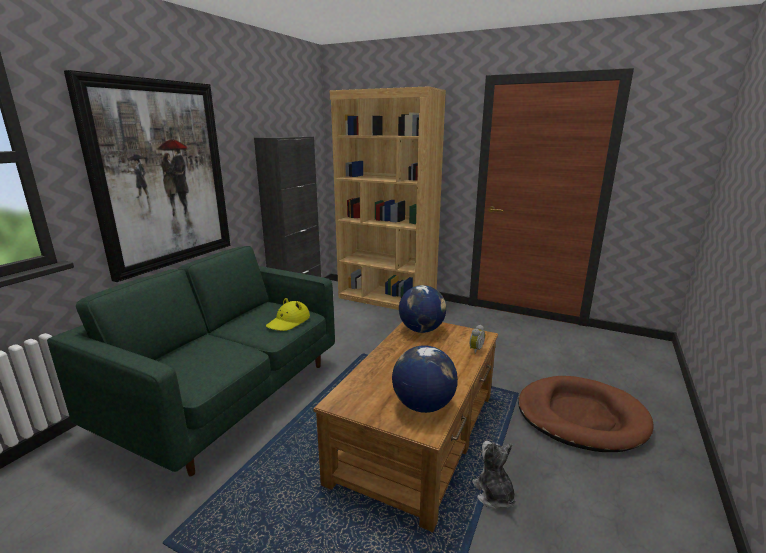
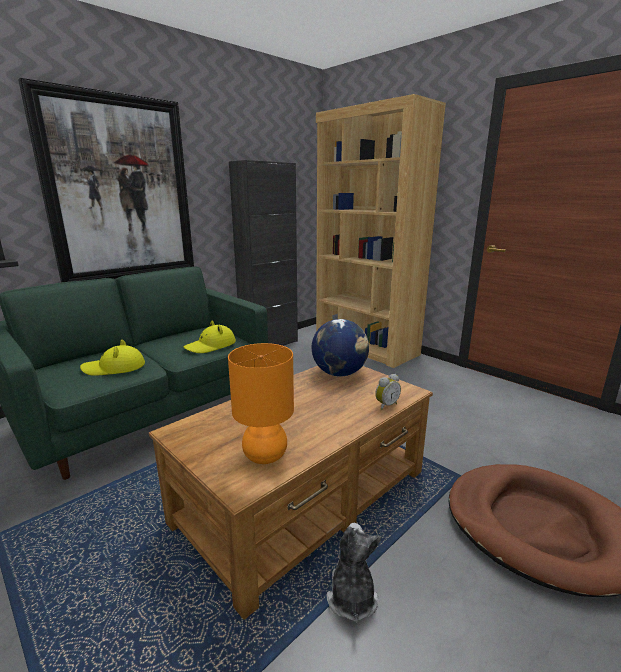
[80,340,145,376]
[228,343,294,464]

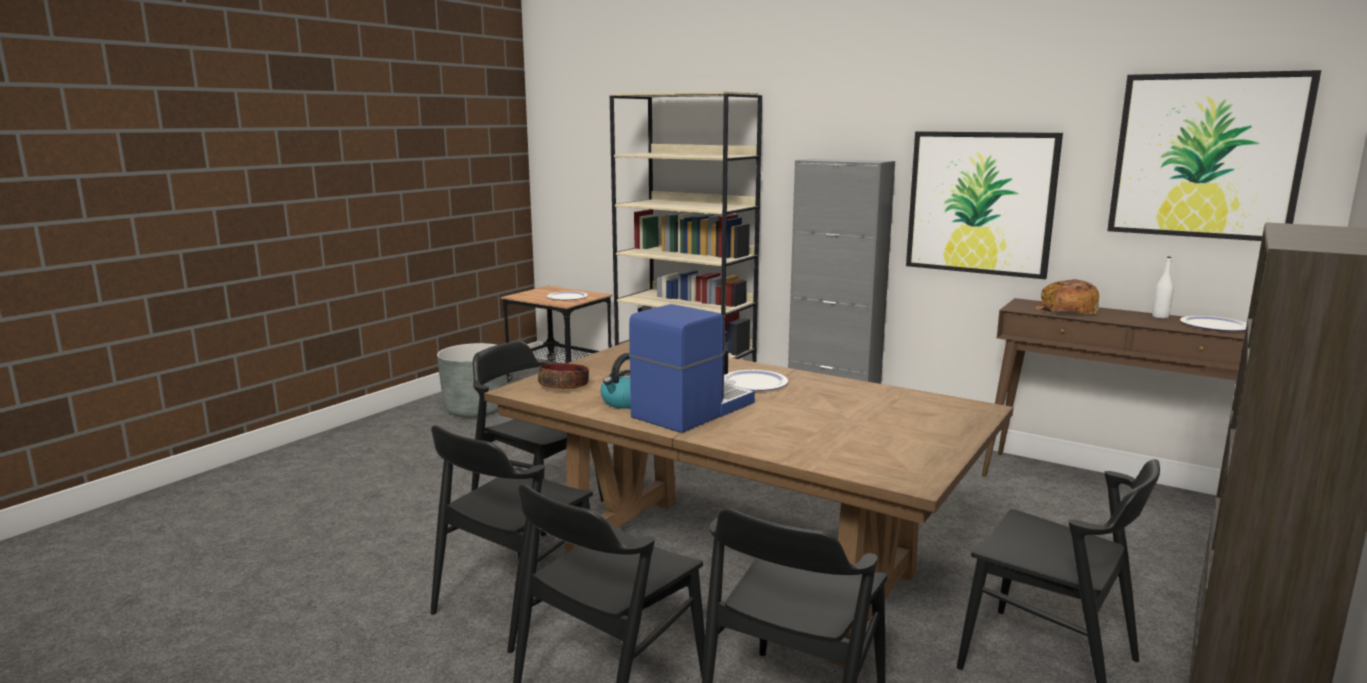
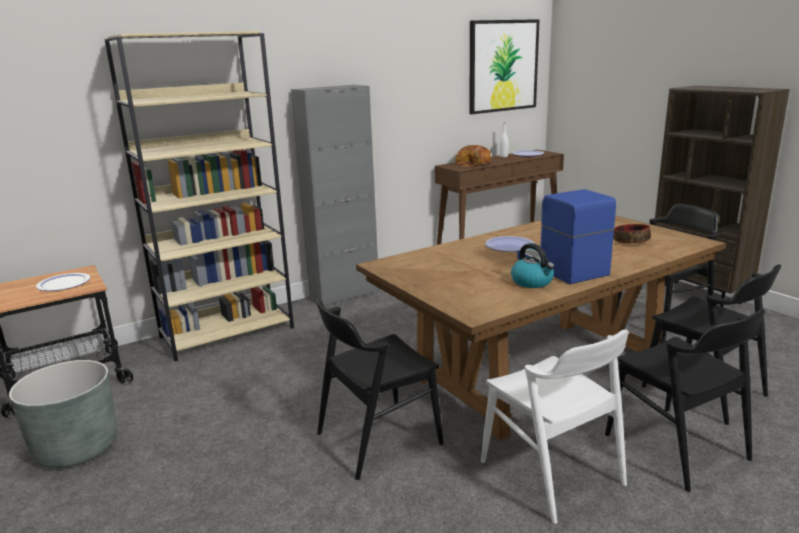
[906,131,1063,279] (first image)
[613,224,651,244]
[481,330,629,524]

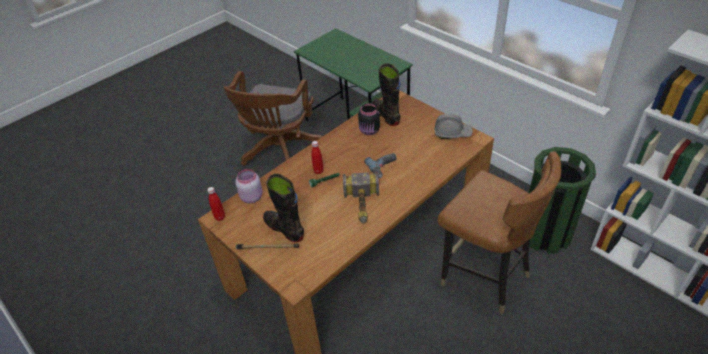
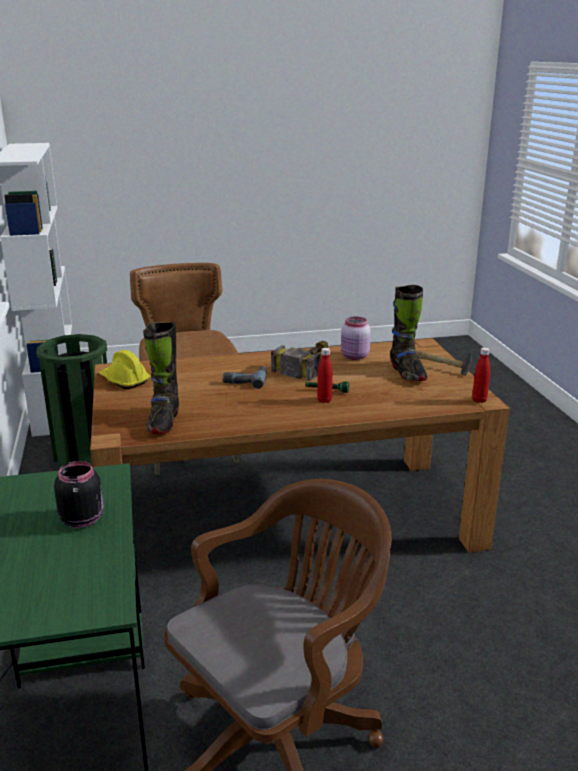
[341,317,371,360]
[54,461,103,528]
[99,350,150,390]

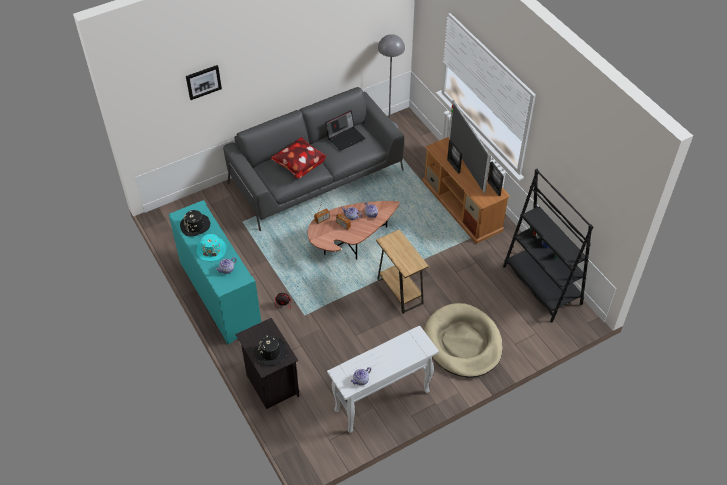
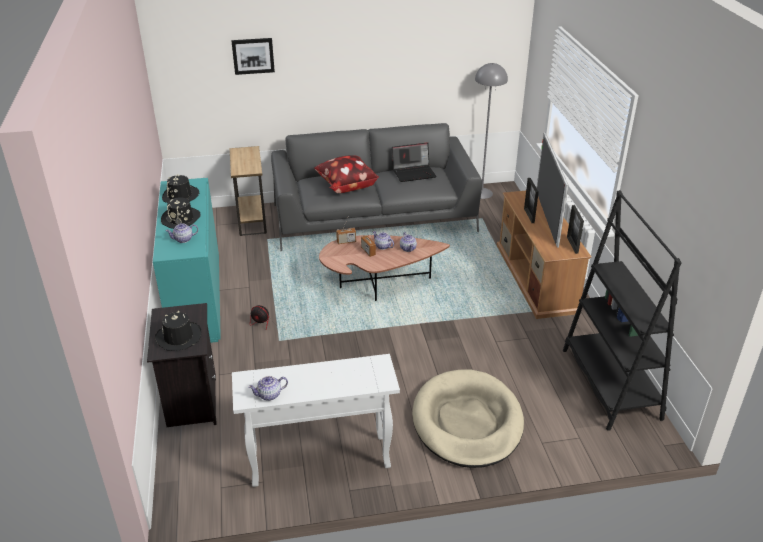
[230,146,267,236]
[161,198,201,229]

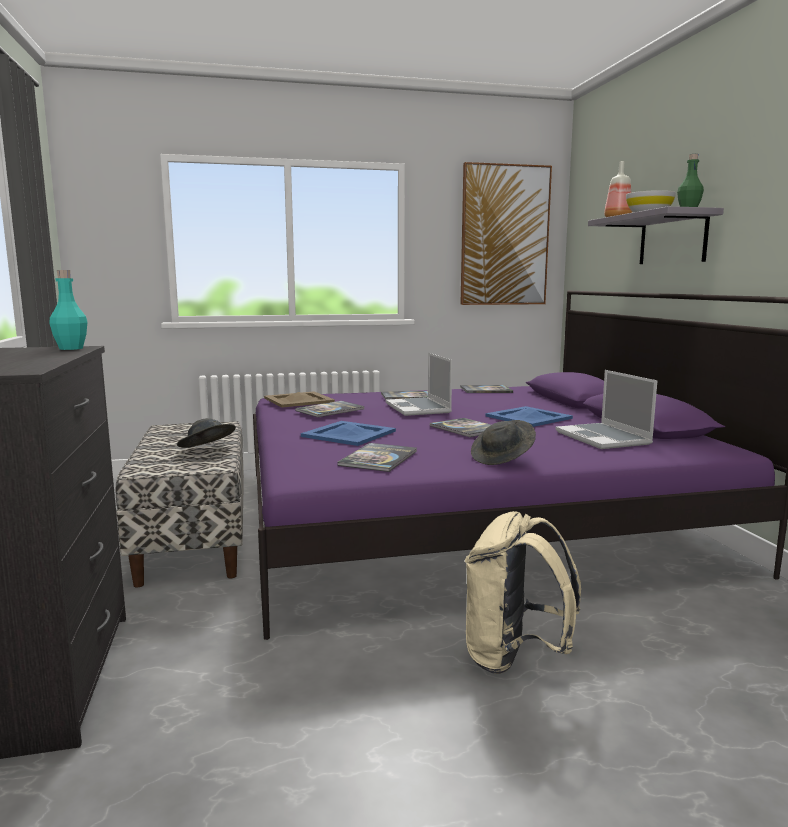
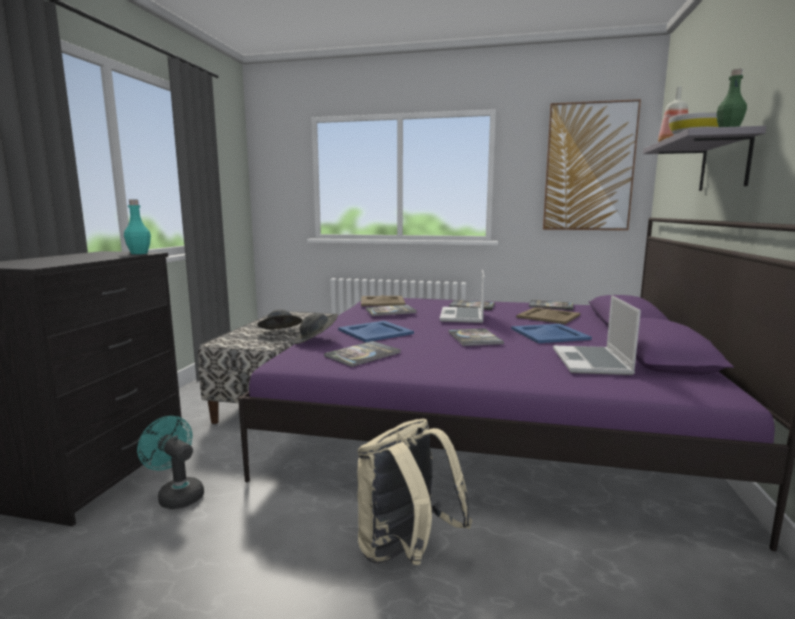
[137,416,204,509]
[516,307,580,324]
[294,313,338,344]

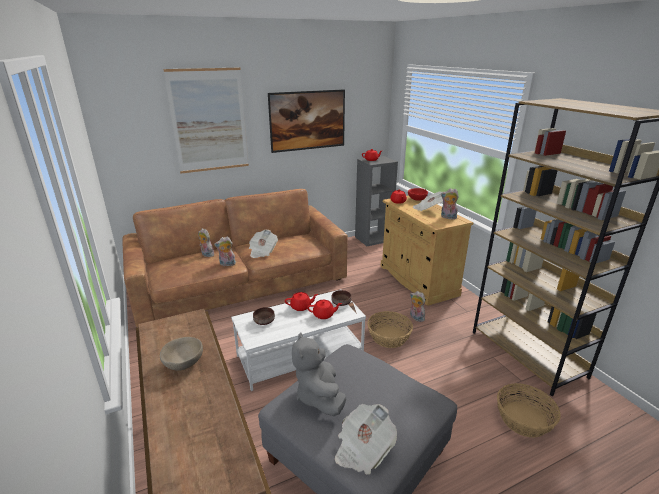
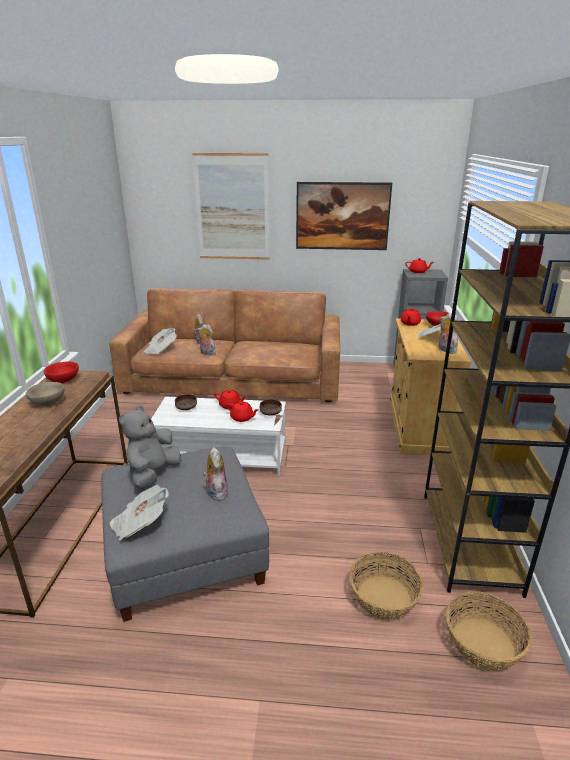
[44,362,79,383]
[144,328,177,354]
[446,591,532,671]
[203,447,228,501]

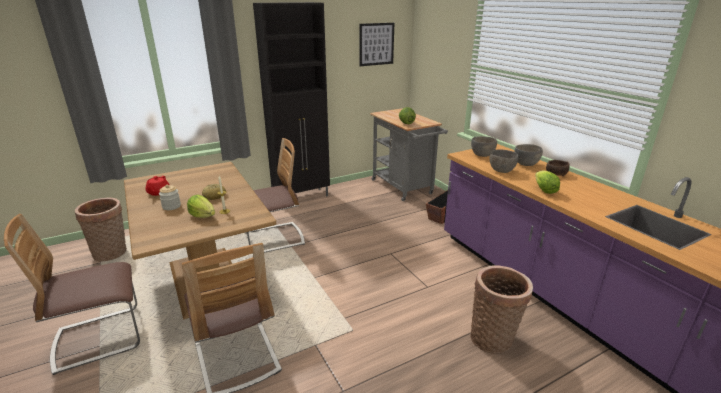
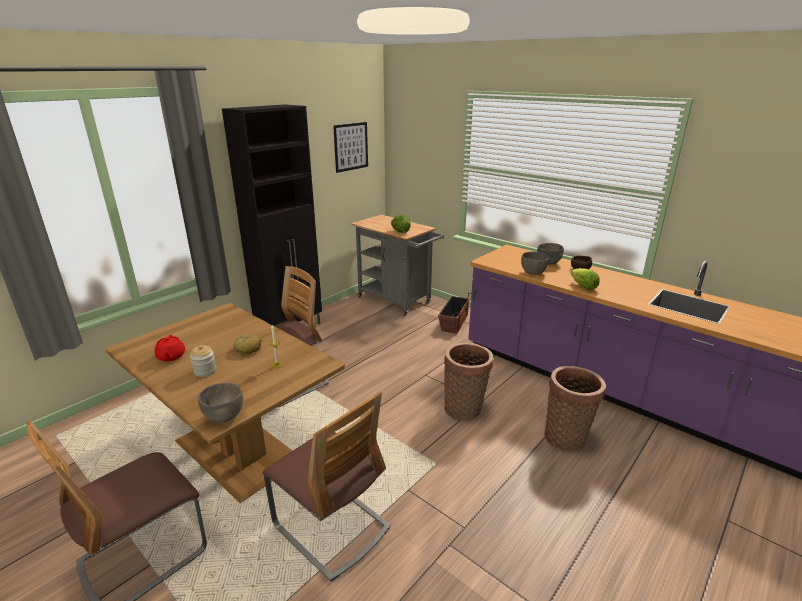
[187,195,215,218] (first image)
[444,342,493,421]
[198,382,243,422]

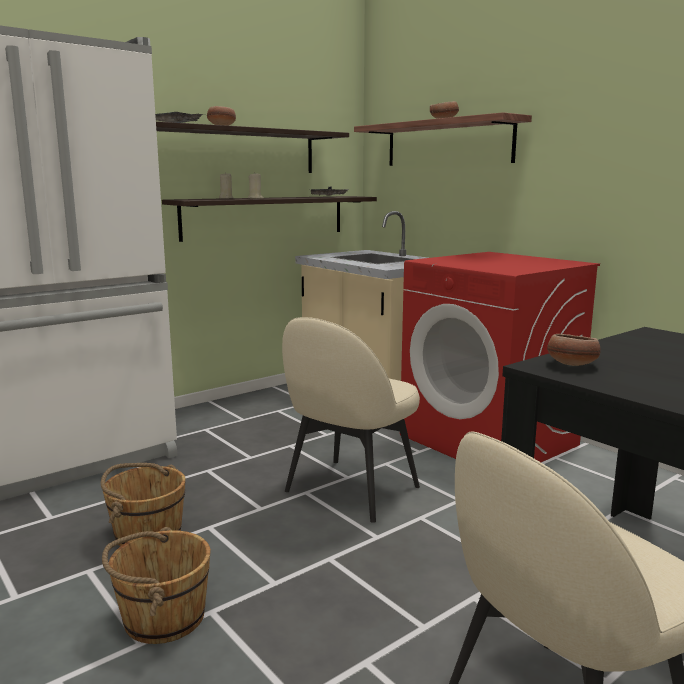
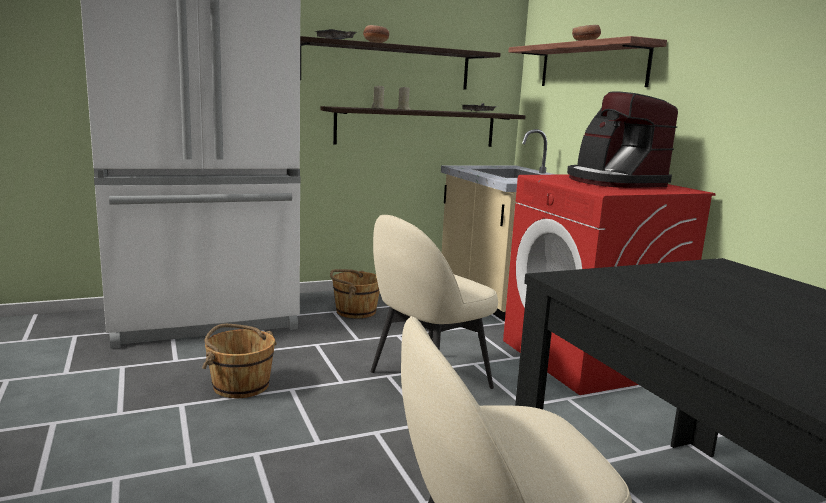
[547,334,600,366] (first image)
[567,91,678,188]
[330,269,380,318]

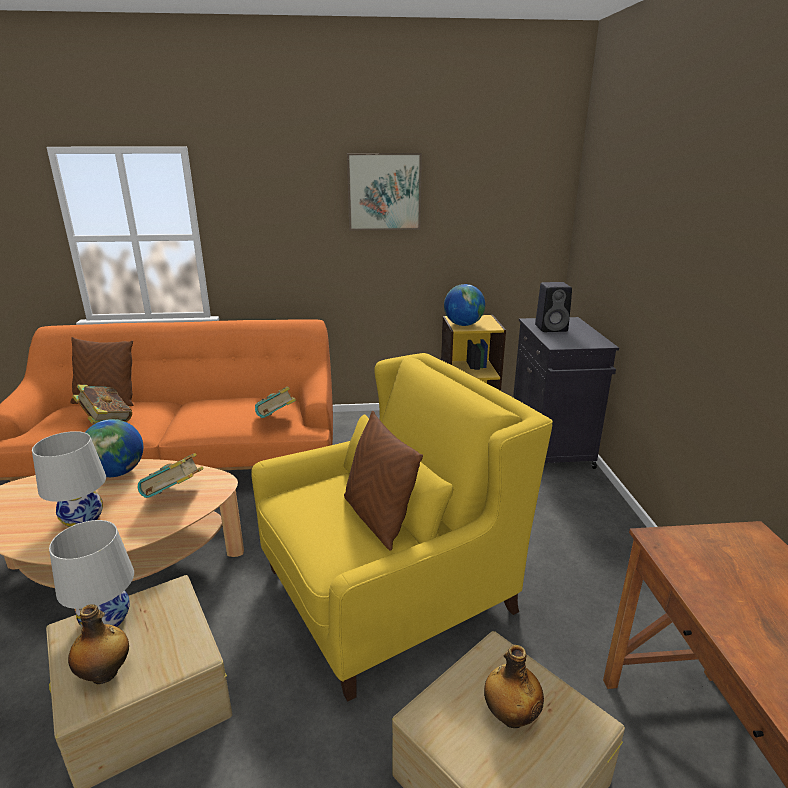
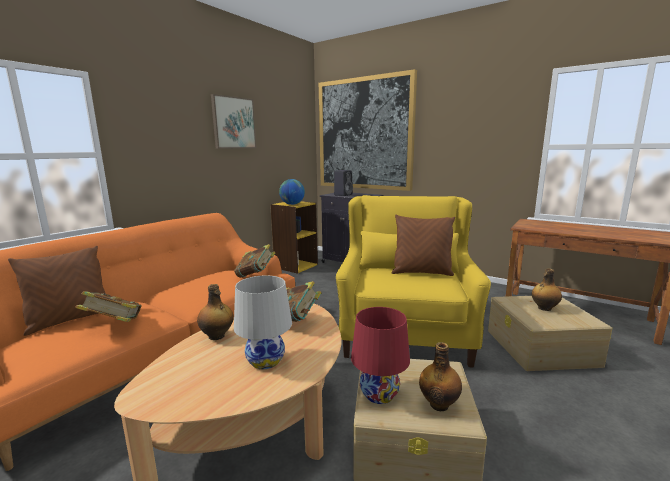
[319,69,417,191]
[197,284,234,340]
[351,307,410,404]

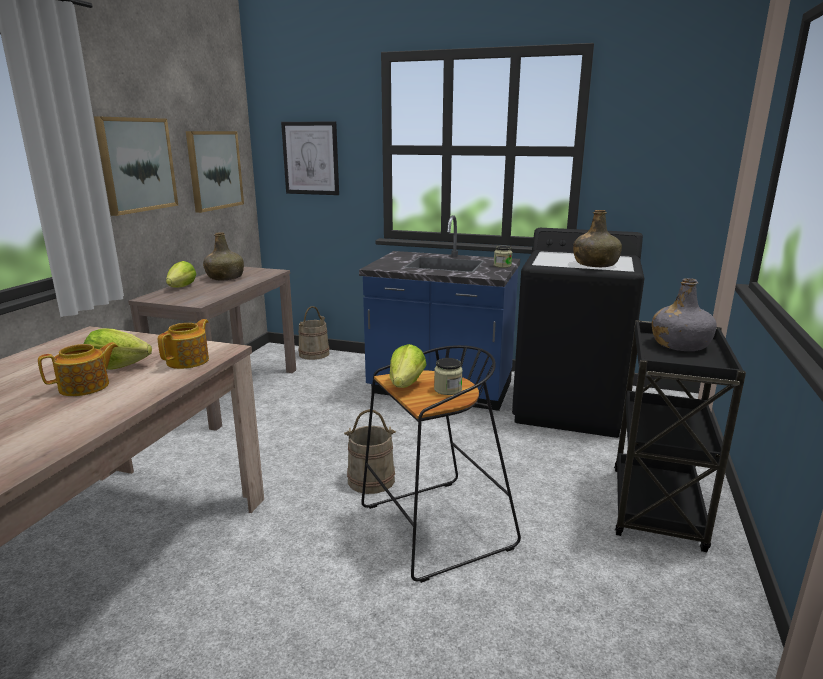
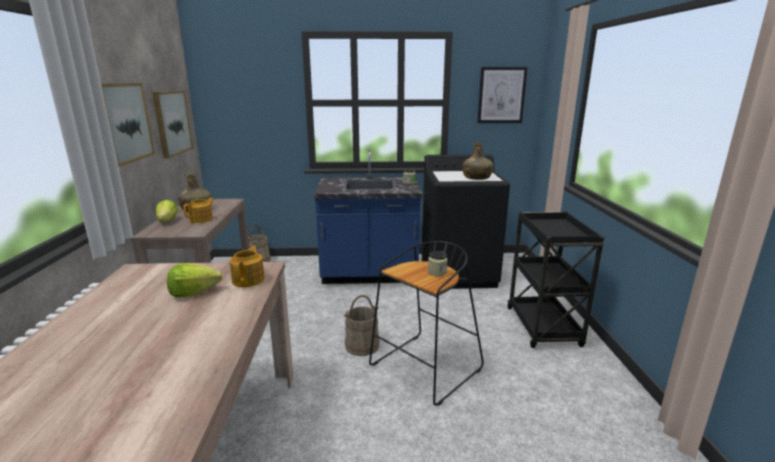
[390,344,426,388] (first image)
[652,278,717,351] (first image)
[183,198,214,223]
[477,67,528,123]

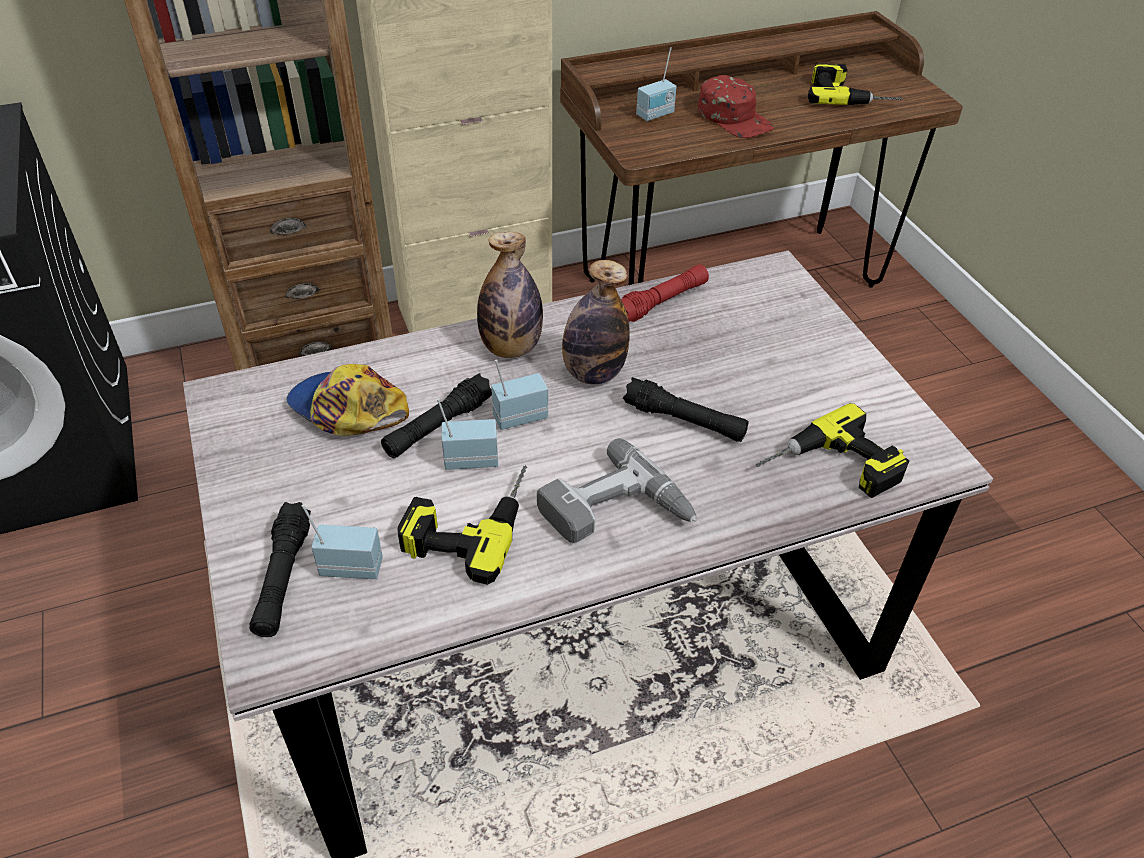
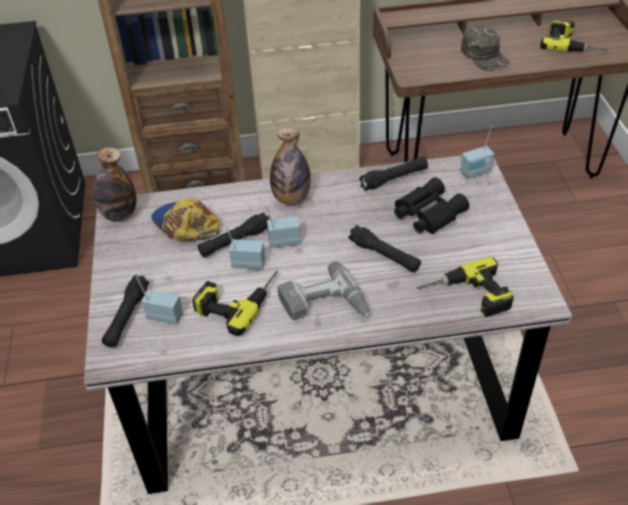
[394,177,469,234]
[94,147,137,221]
[460,125,494,179]
[359,156,428,191]
[461,26,510,71]

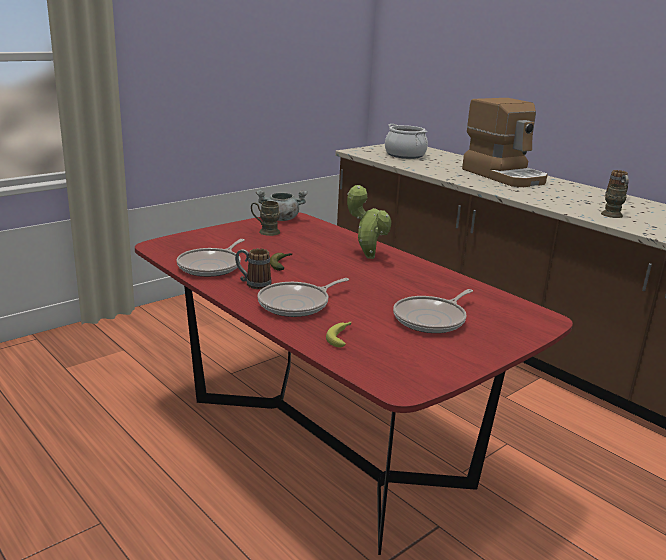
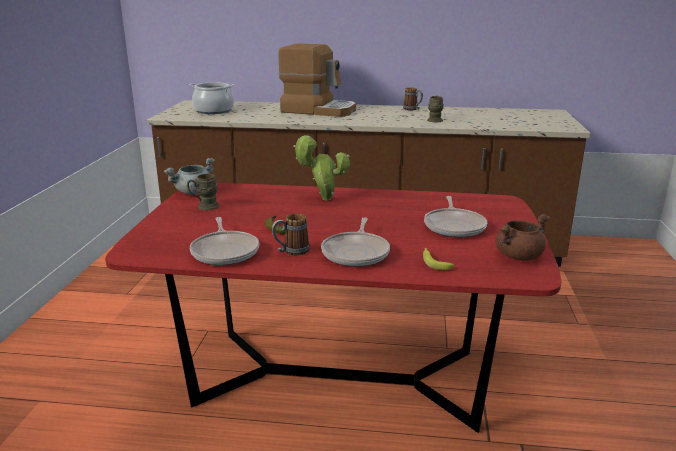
[495,214,550,261]

